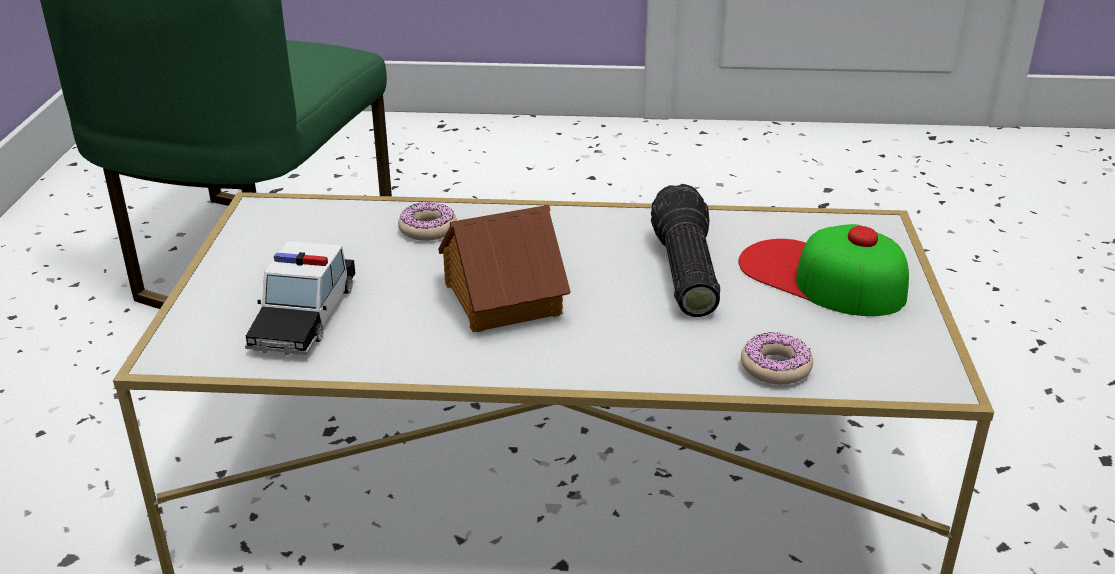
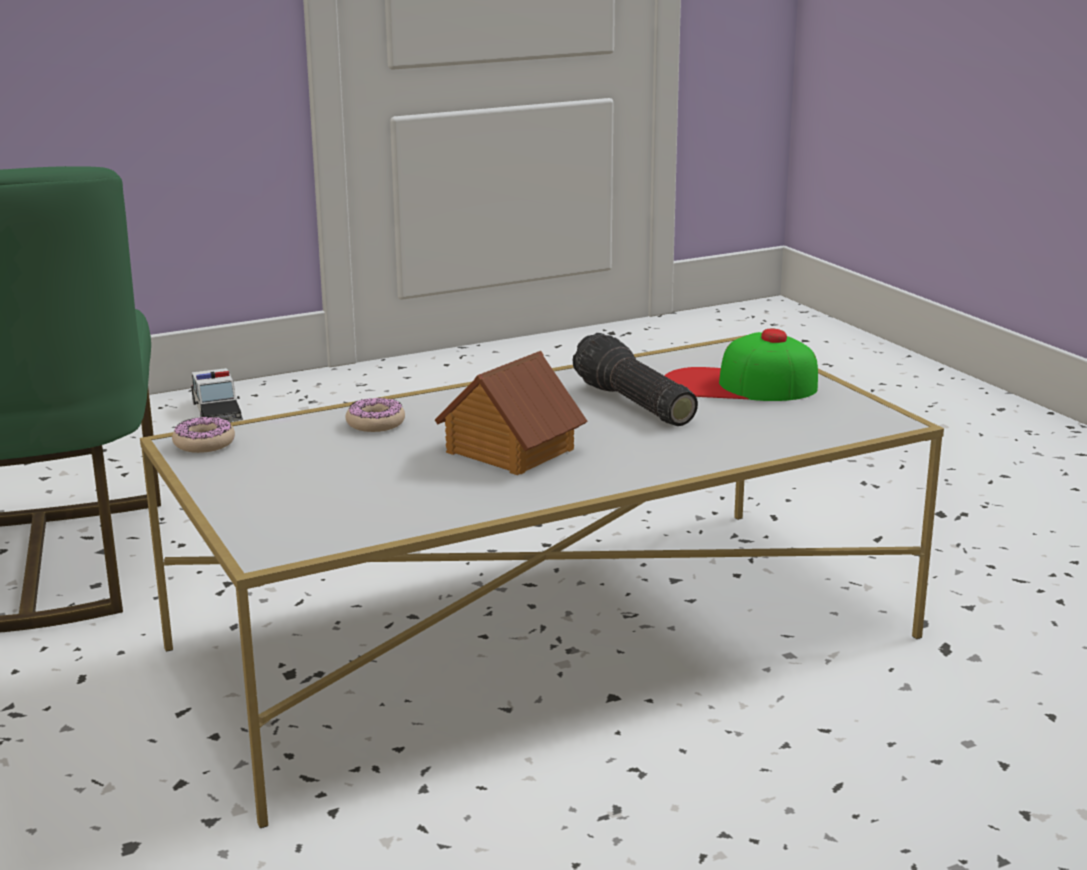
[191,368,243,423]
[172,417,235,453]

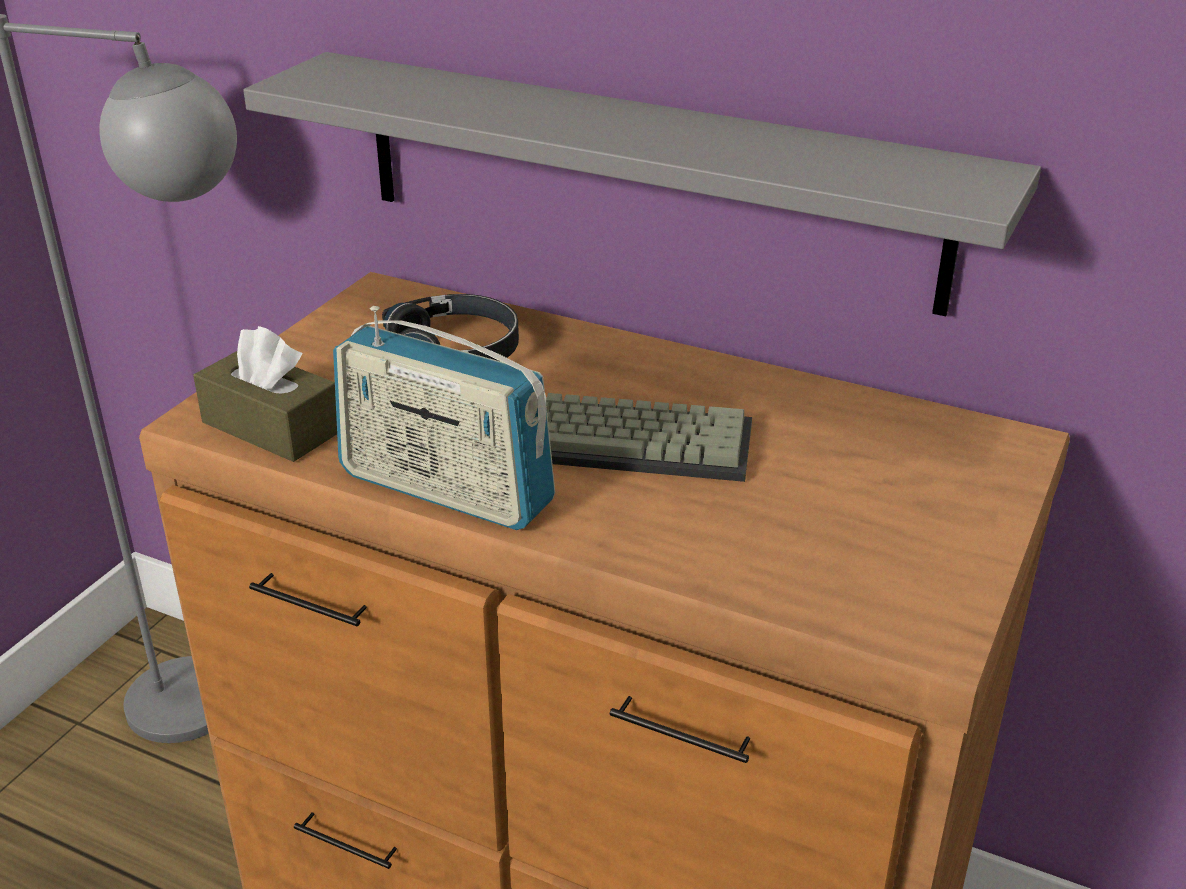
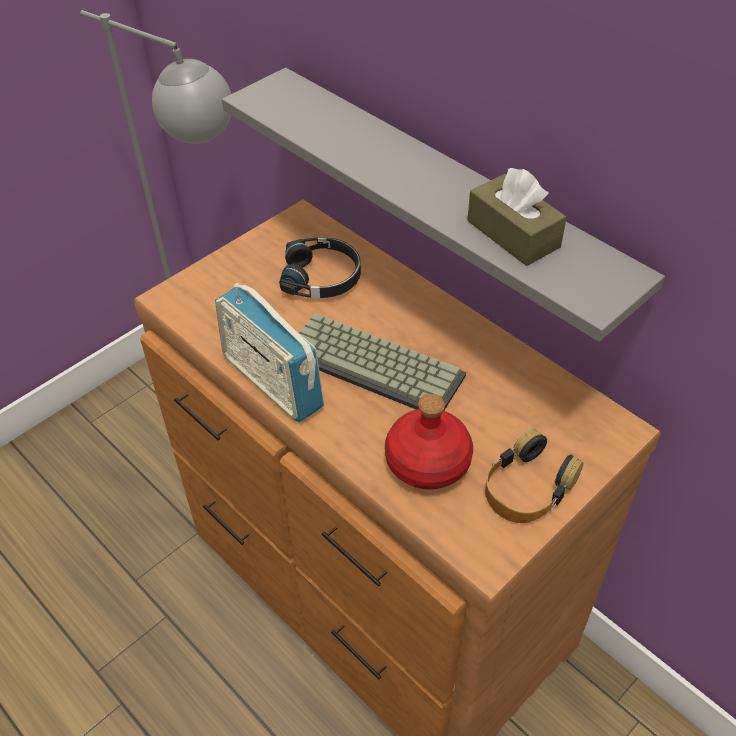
[385,394,473,490]
[485,429,584,523]
[467,168,567,266]

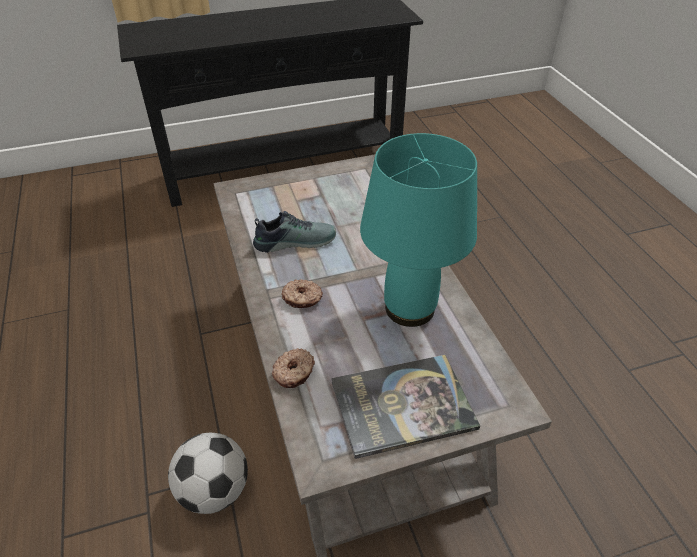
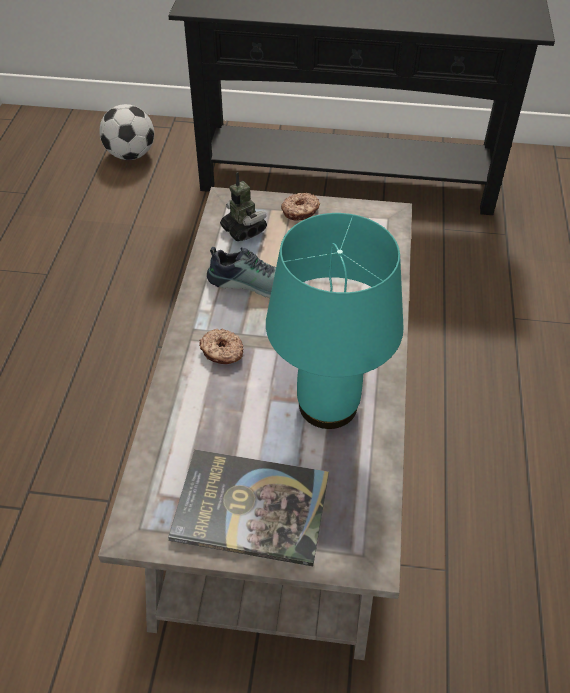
[220,172,267,241]
[99,104,154,160]
[281,193,320,221]

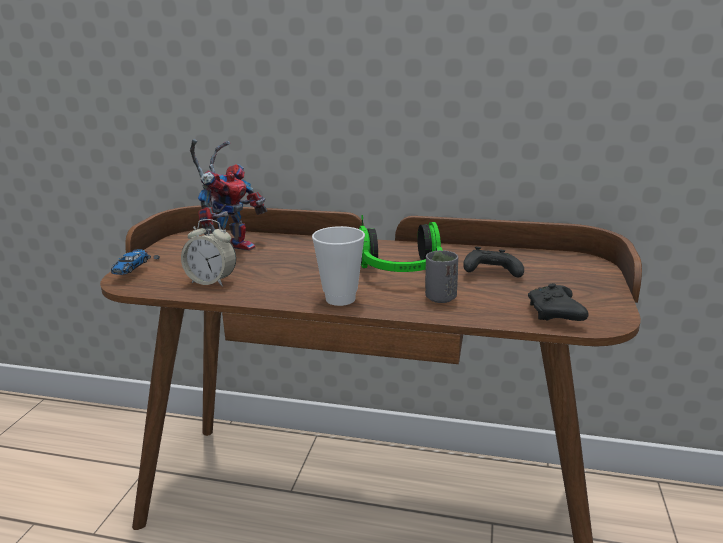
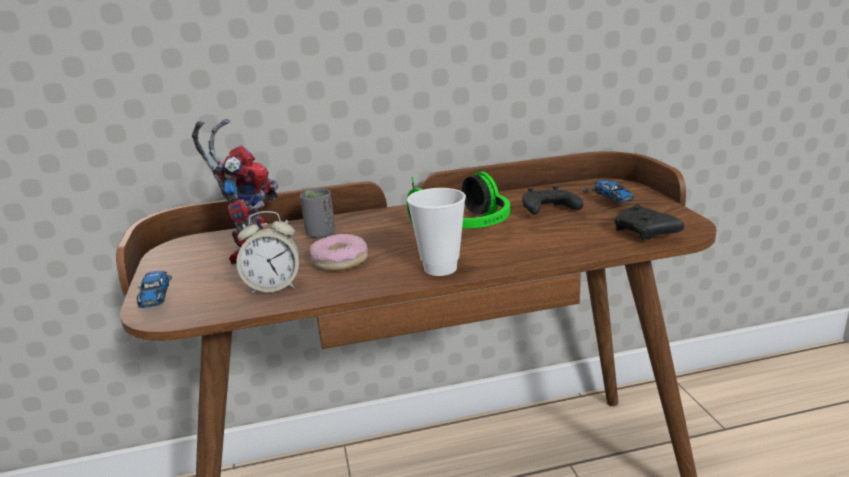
[309,234,368,271]
[583,180,634,203]
[300,189,335,239]

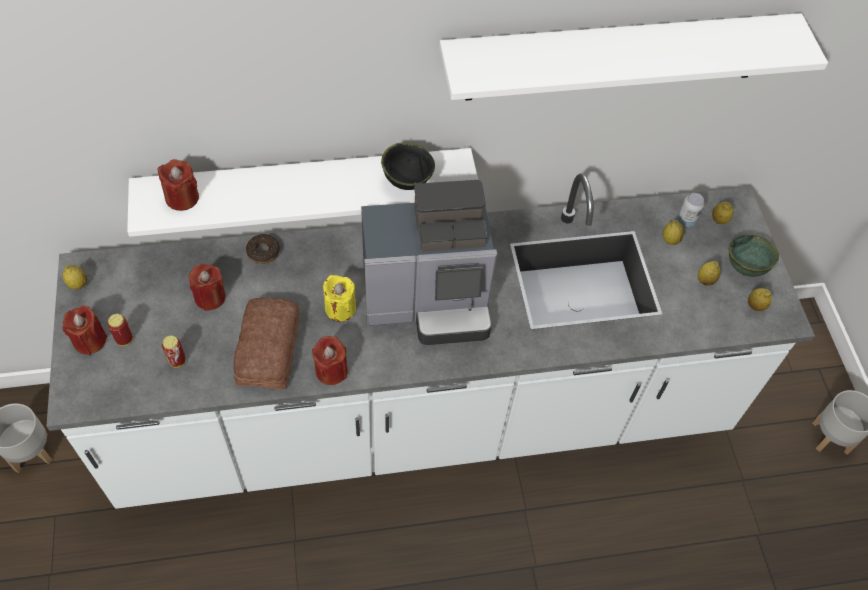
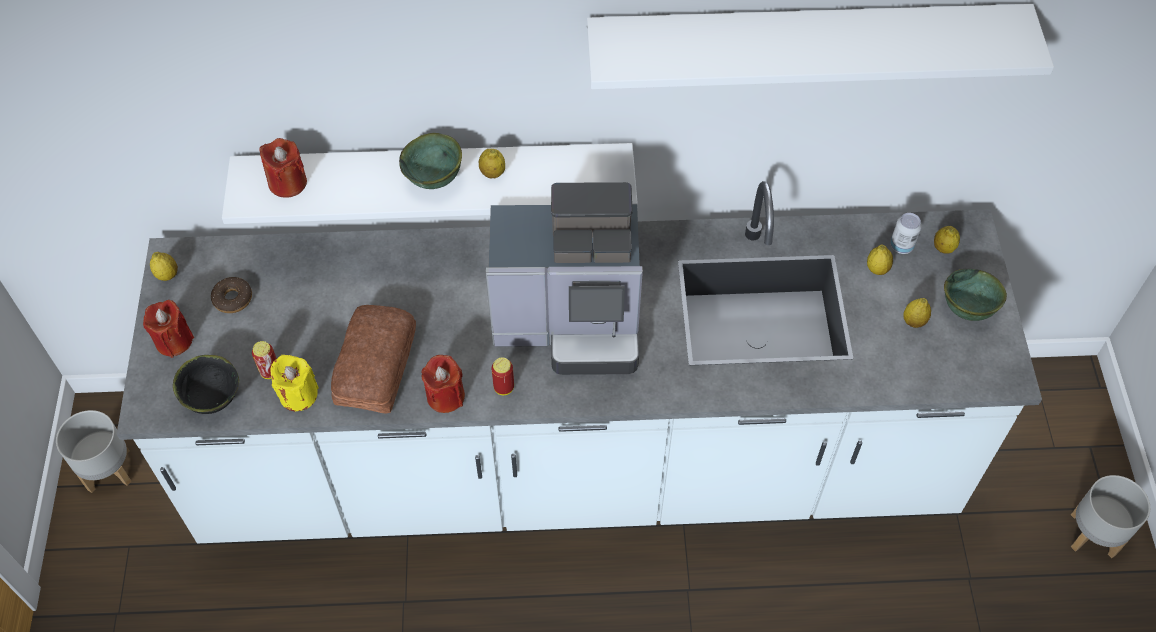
[188,264,226,311] (first image)
[399,133,462,189]
[491,357,514,395]
[211,277,252,313]
[271,355,318,411]
[173,355,239,414]
[479,149,505,178]

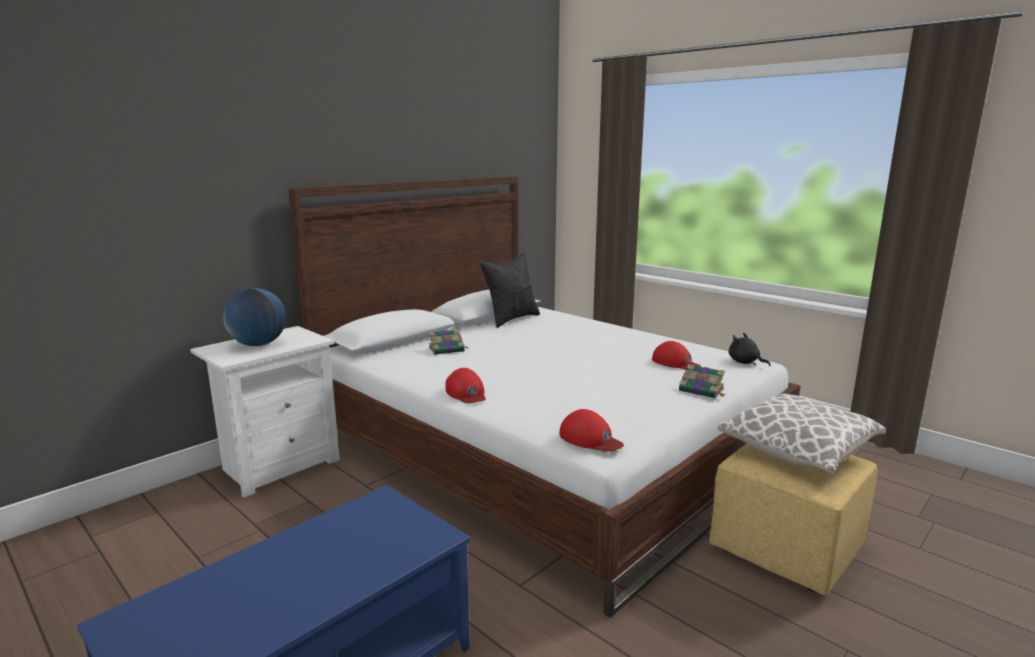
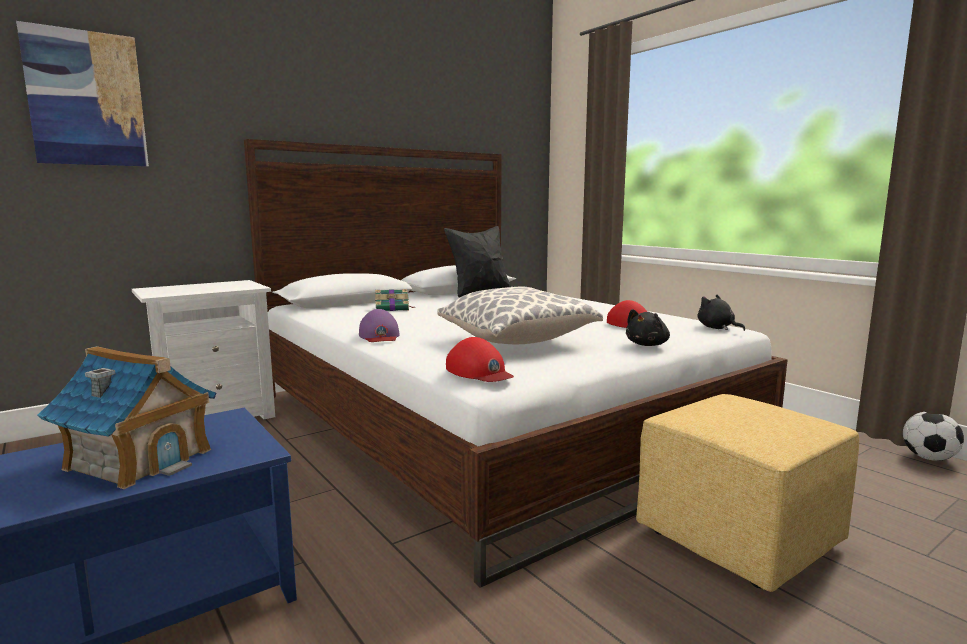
[223,288,286,346] (first image)
[16,21,149,167]
[38,346,216,489]
[903,412,964,461]
[437,287,603,344]
[626,309,670,346]
[359,309,400,342]

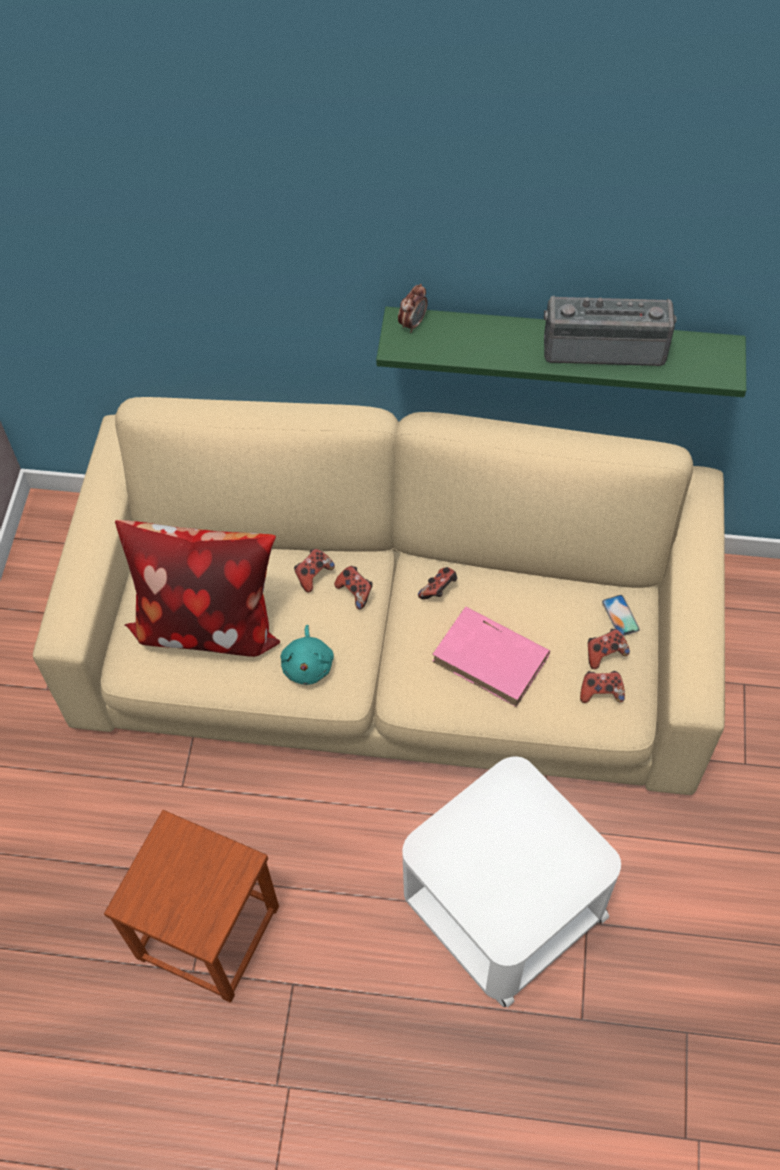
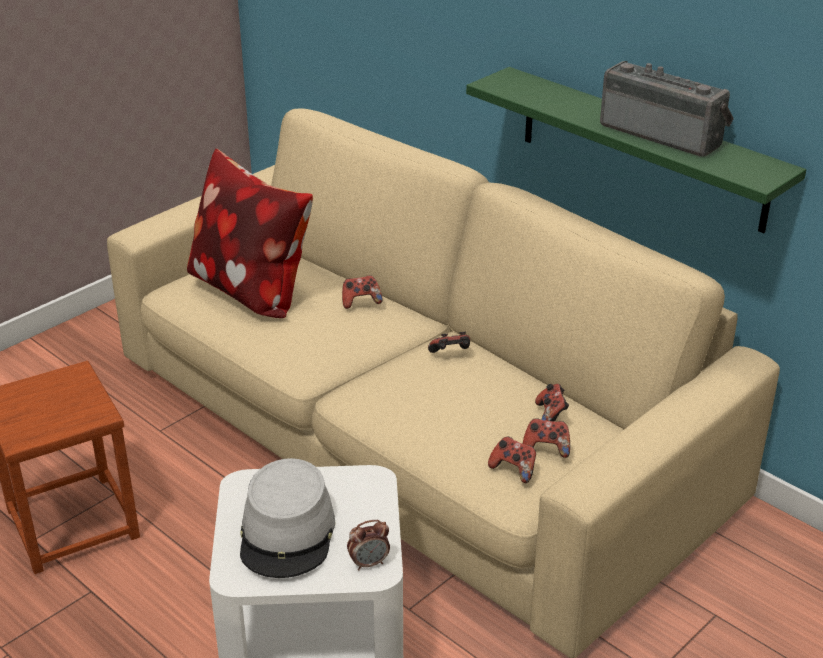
[280,625,334,685] (first image)
[432,607,550,707] (first image)
[602,595,640,636] (first image)
[240,458,336,578]
[535,384,569,422]
[347,520,390,570]

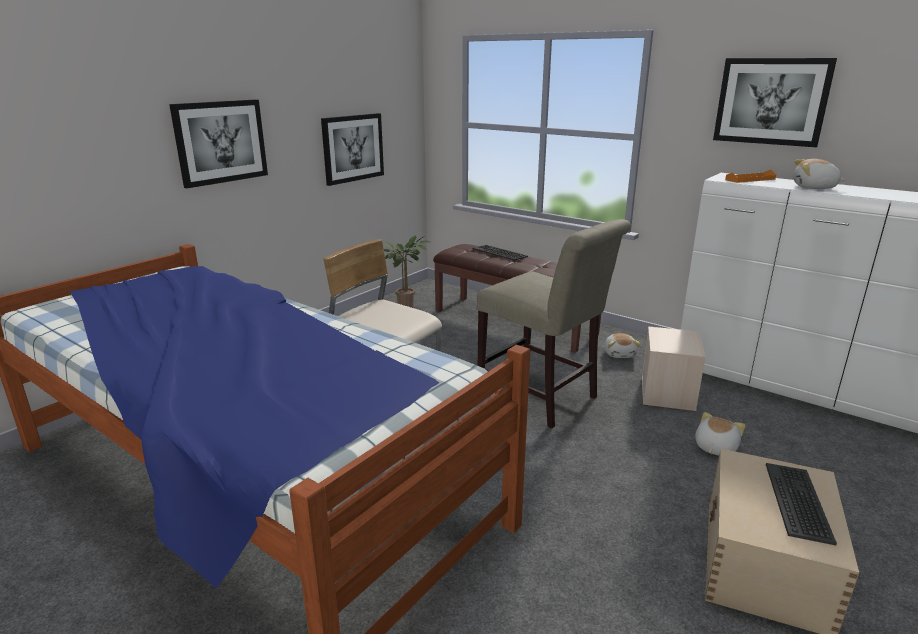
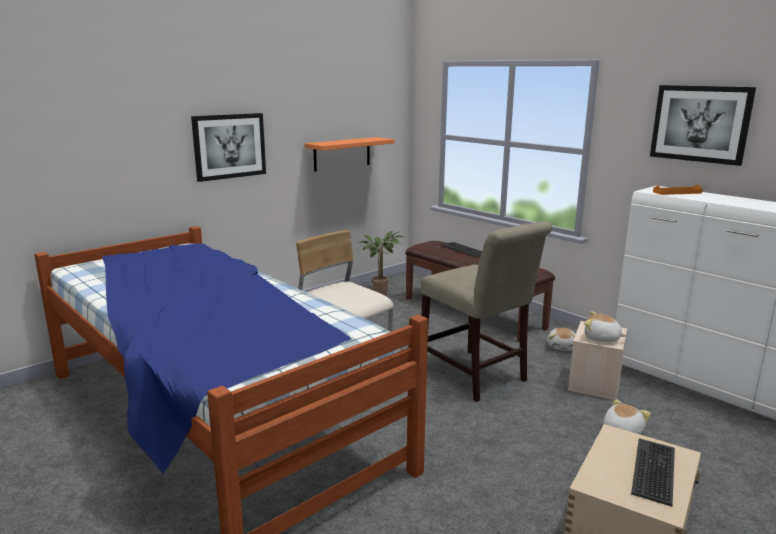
[584,311,627,342]
[304,137,395,172]

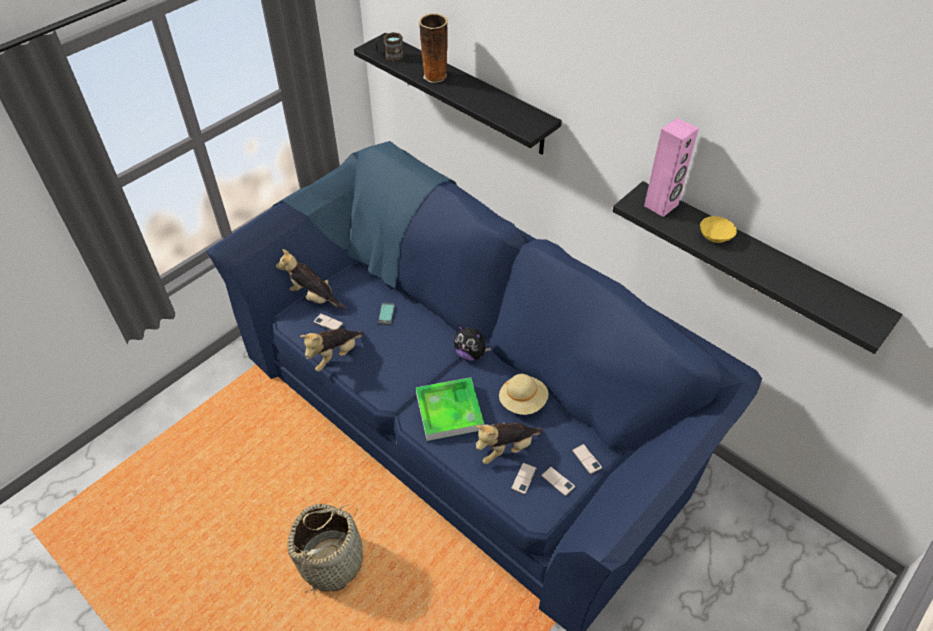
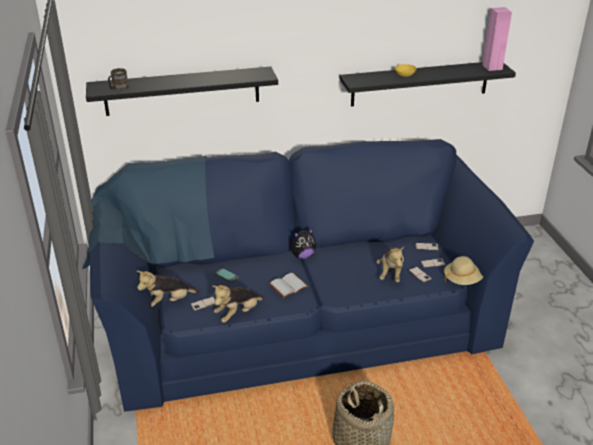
[416,377,484,441] (first image)
[419,13,448,83] (first image)
[269,273,309,298]
[444,256,483,285]
[482,7,512,71]
[212,285,265,323]

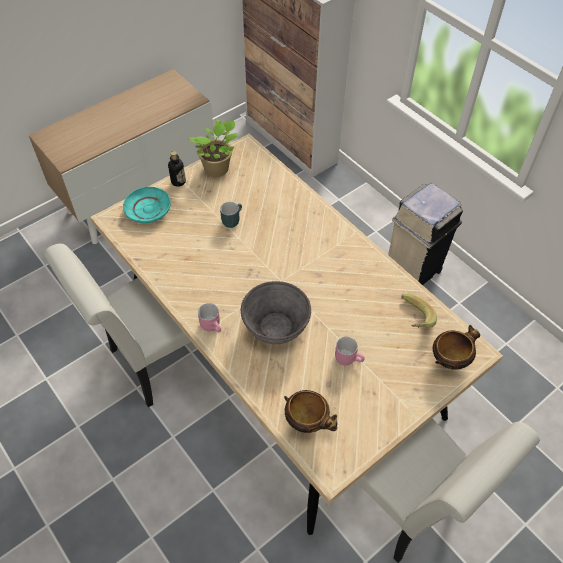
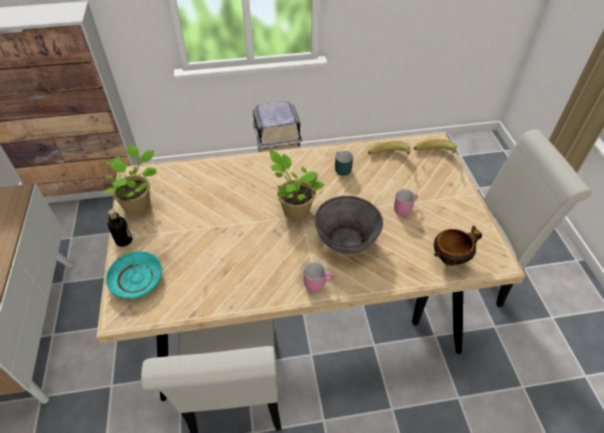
[270,151,325,220]
[335,151,353,176]
[414,140,457,153]

